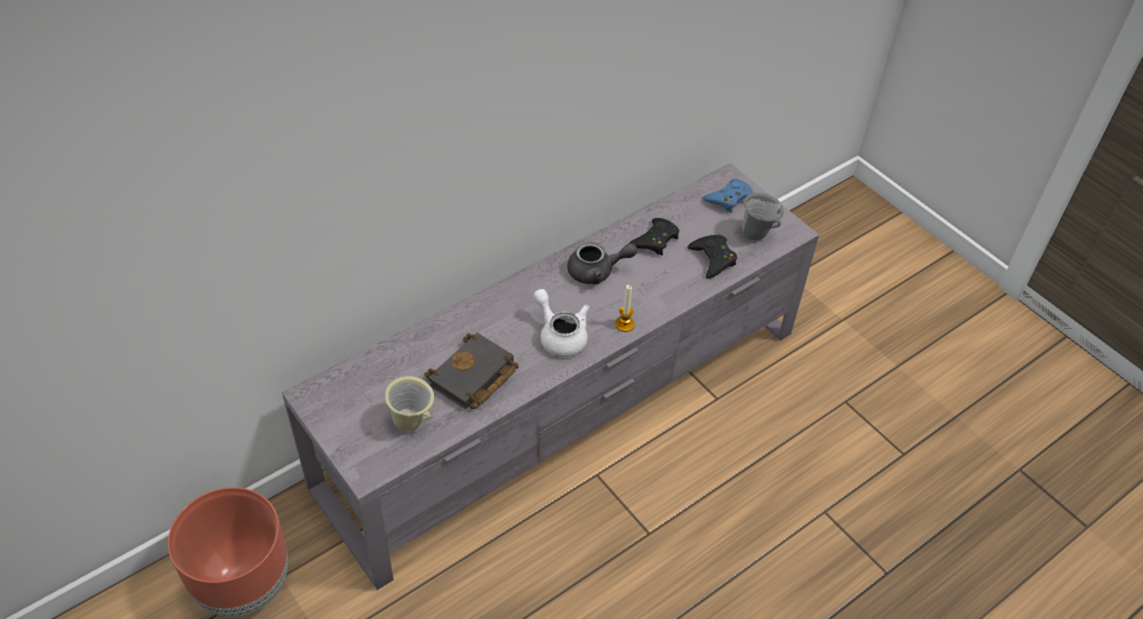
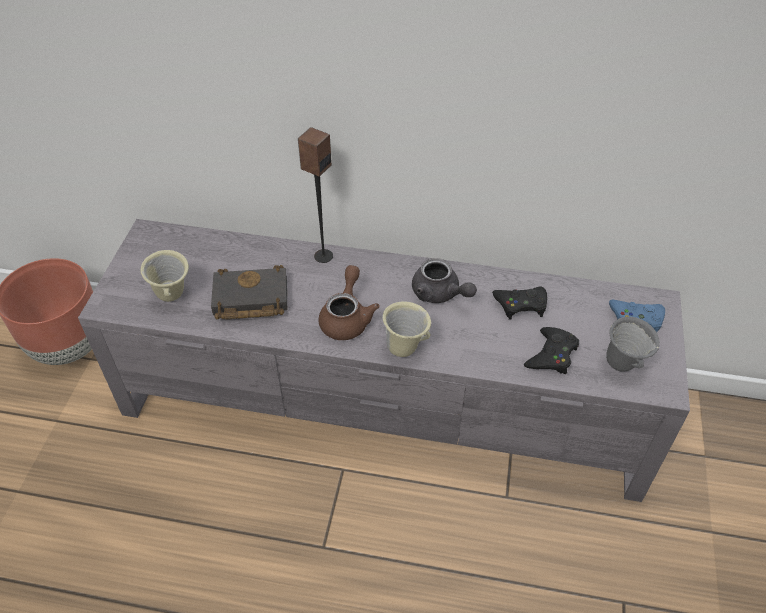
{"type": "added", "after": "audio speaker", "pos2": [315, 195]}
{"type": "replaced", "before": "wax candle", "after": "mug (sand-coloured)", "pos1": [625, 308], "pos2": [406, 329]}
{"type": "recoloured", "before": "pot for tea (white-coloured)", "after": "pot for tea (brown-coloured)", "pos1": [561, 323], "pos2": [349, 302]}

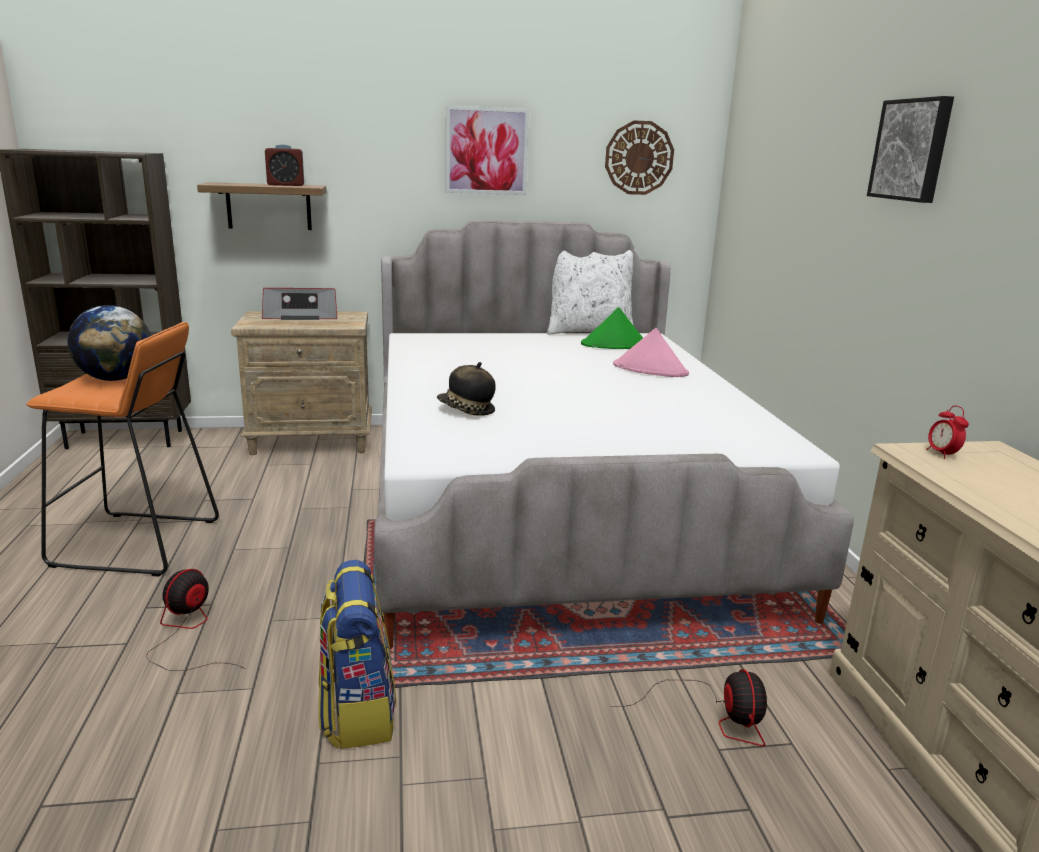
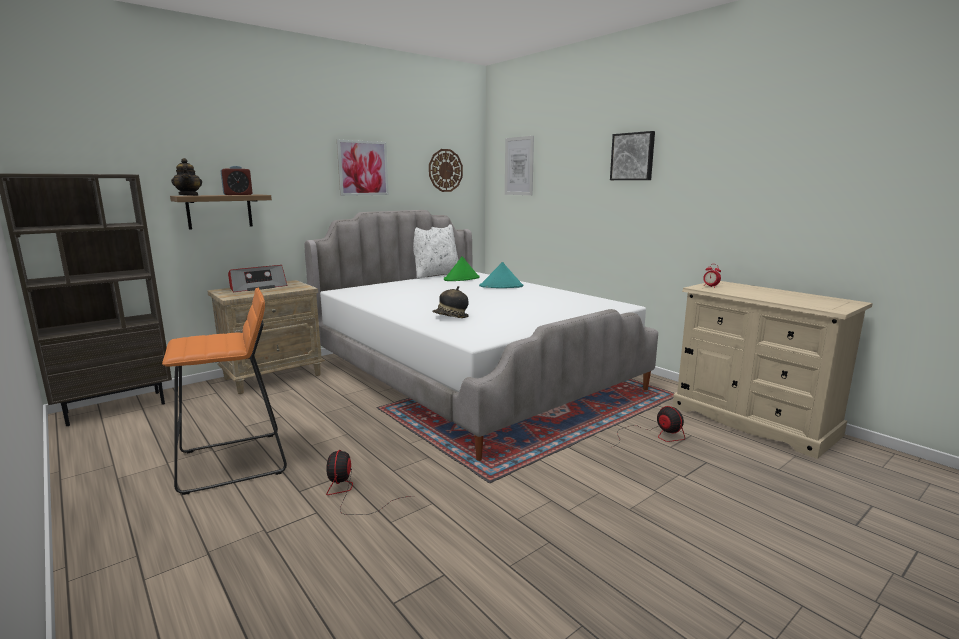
{"type": "removed", "before": "desk globe", "pos1": [109, 343]}
{"type": "removed", "before": "knapsack", "pos1": [358, 654]}
{"type": "added", "after": "pot for tea", "pos2": [186, 177]}
{"type": "added", "after": "wall picture", "pos2": [519, 165]}
{"type": "recoloured", "before": "clothing hat (pinkish)", "after": "clothing hat (turquoise-coloured)", "pos1": [651, 352], "pos2": [501, 275]}

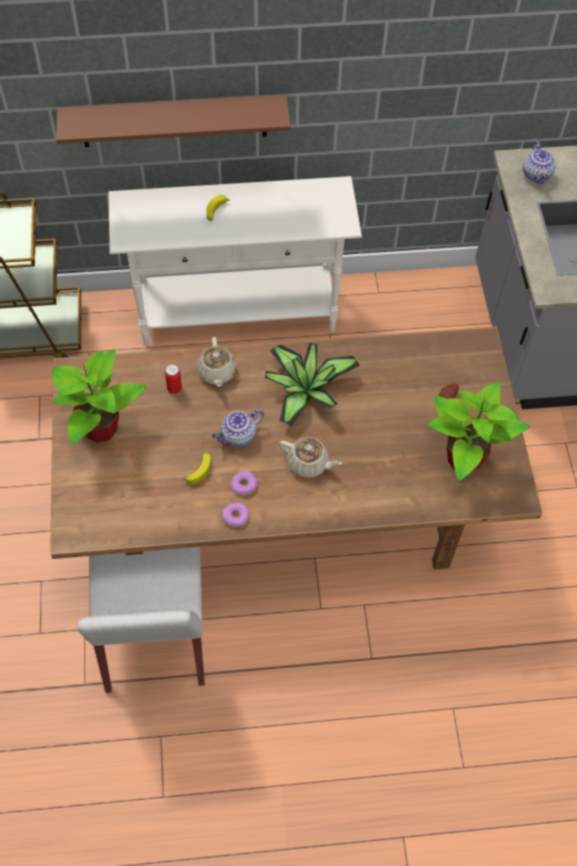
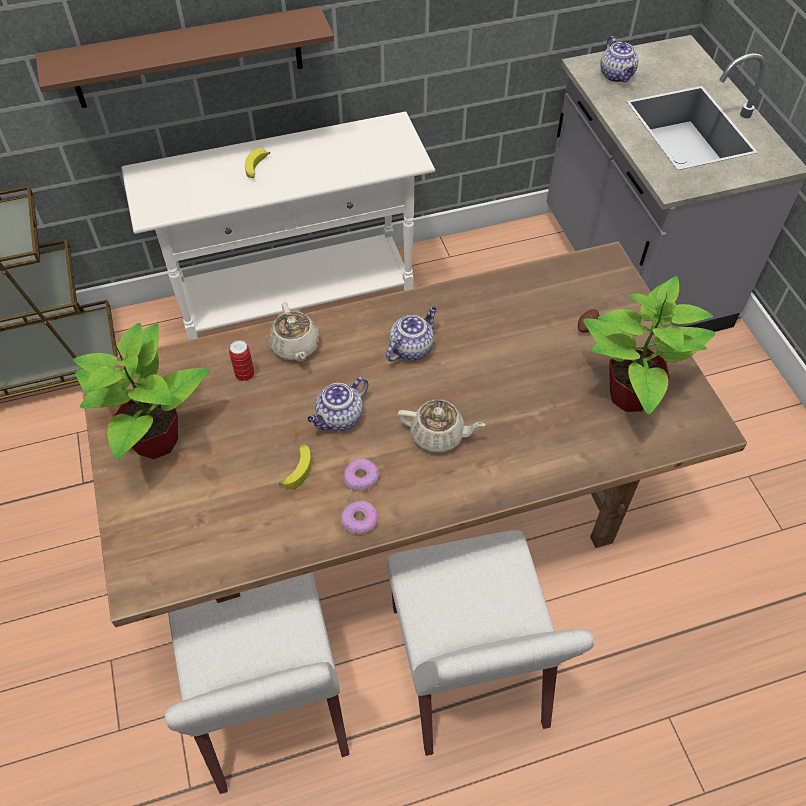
{"type": "added", "after": "chair (white-coloured)", "pos2": [490, 643]}
{"type": "replaced", "before": "plant in a pot", "after": "pot for tea", "pos1": [312, 385], "pos2": [411, 334]}

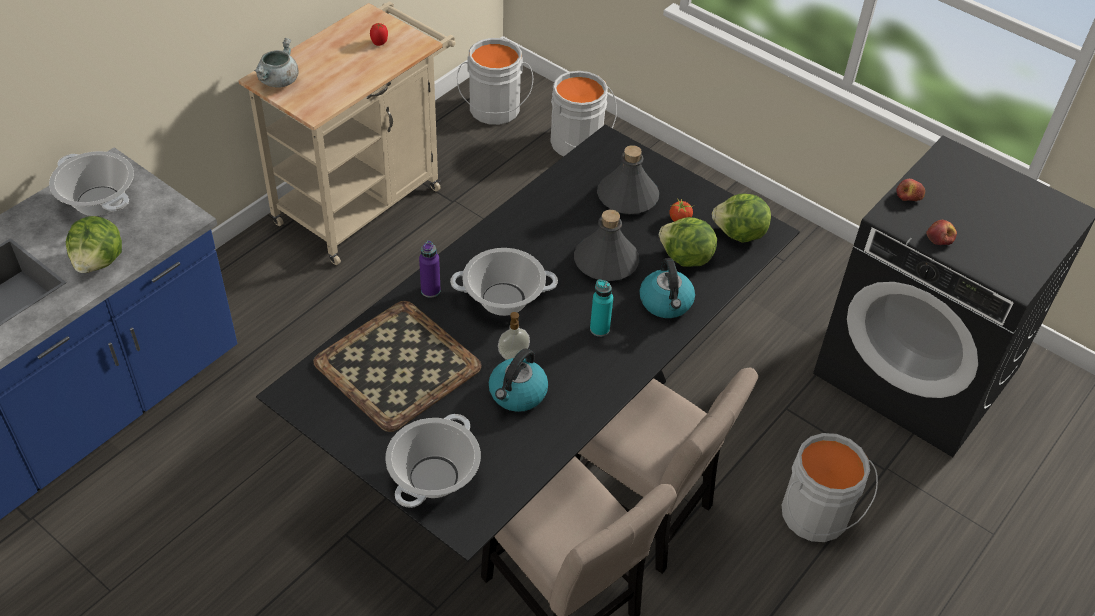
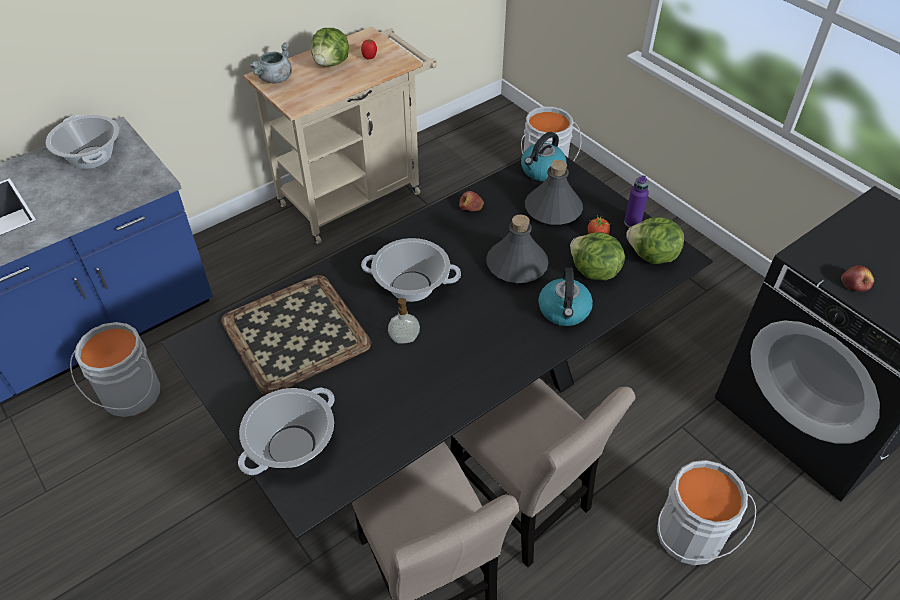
{"type": "removed", "before": "bottle (turquoise-coloured)", "pos1": [601, 308]}
{"type": "moved", "before": "lettuce", "pos1": [94, 244], "pos2": [330, 47]}
{"type": "moved", "before": "bottle (purplish)", "pos1": [430, 269], "pos2": [636, 201]}
{"type": "moved", "before": "water bucket (gray)", "pos1": [495, 81], "pos2": [115, 369]}
{"type": "moved", "before": "water kettle", "pos1": [518, 380], "pos2": [543, 156]}
{"type": "moved", "before": "apple fruit", "pos1": [910, 190], "pos2": [471, 201]}

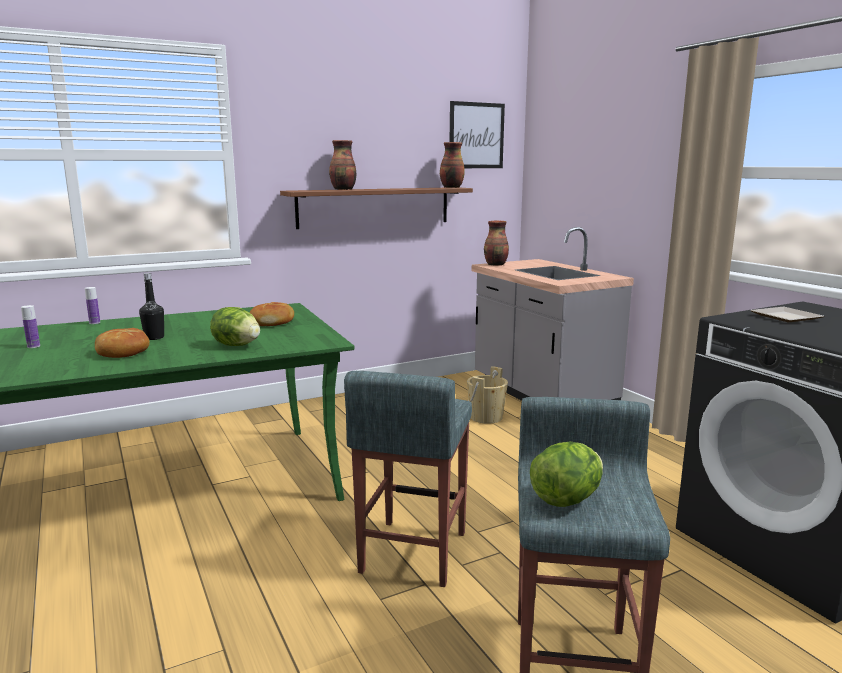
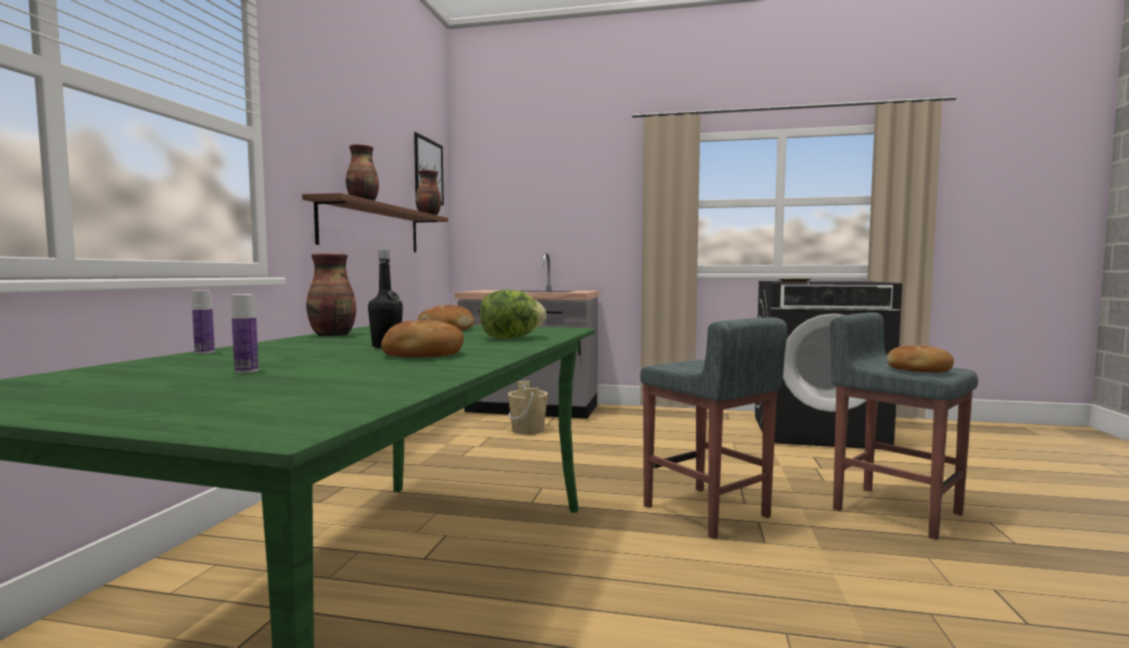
{"type": "moved", "before": "decorative vase", "pos1": [496, 243], "pos2": [331, 295]}
{"type": "replaced", "before": "lettuce", "after": "baked bread", "pos1": [566, 474], "pos2": [920, 358]}

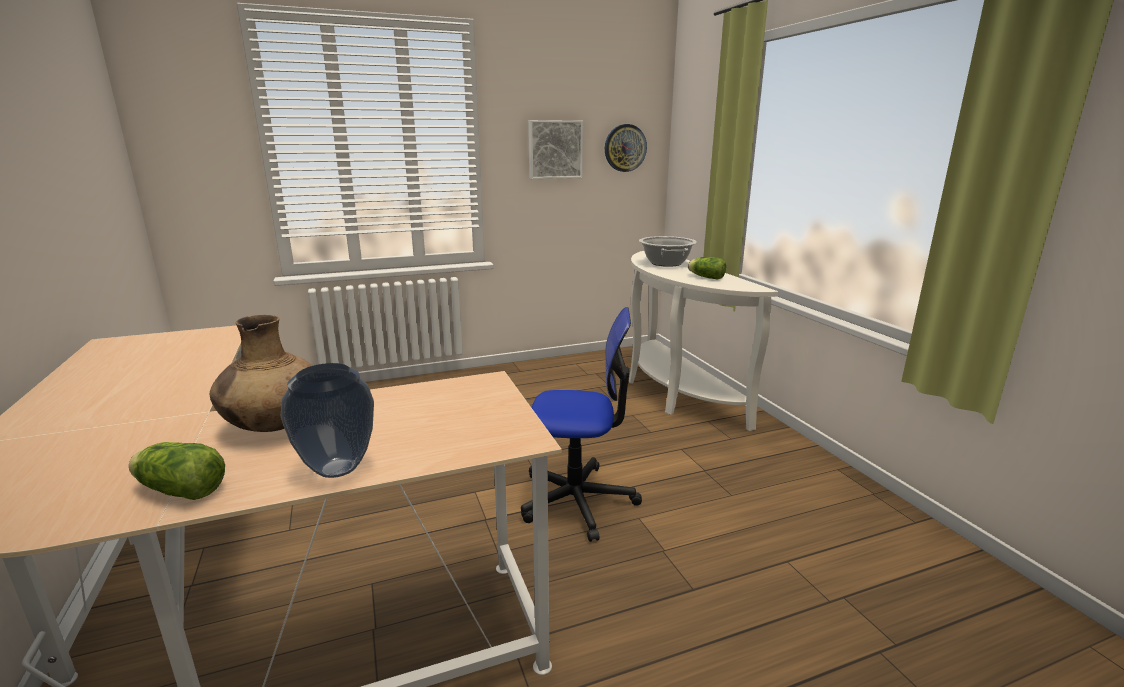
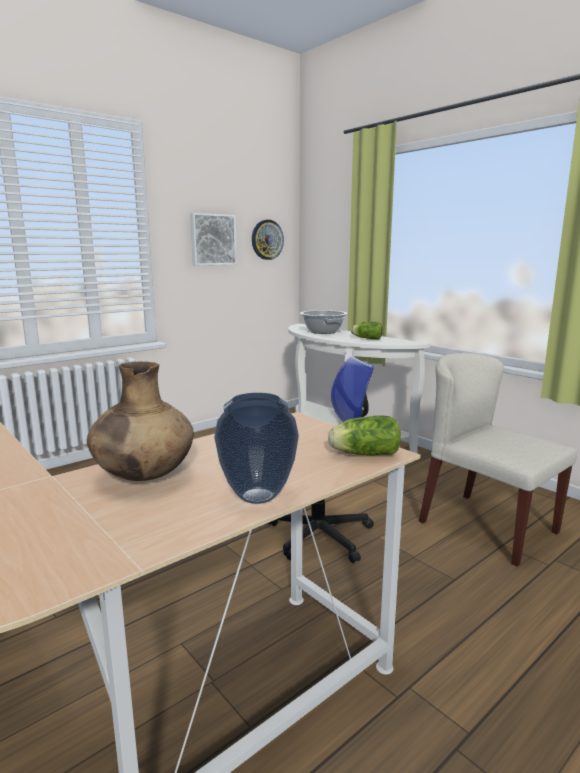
{"type": "added", "after": "chair (sand-coloured)", "pos2": [498, 460]}
{"type": "moved", "before": "lettuce", "pos1": [177, 471], "pos2": [364, 435]}

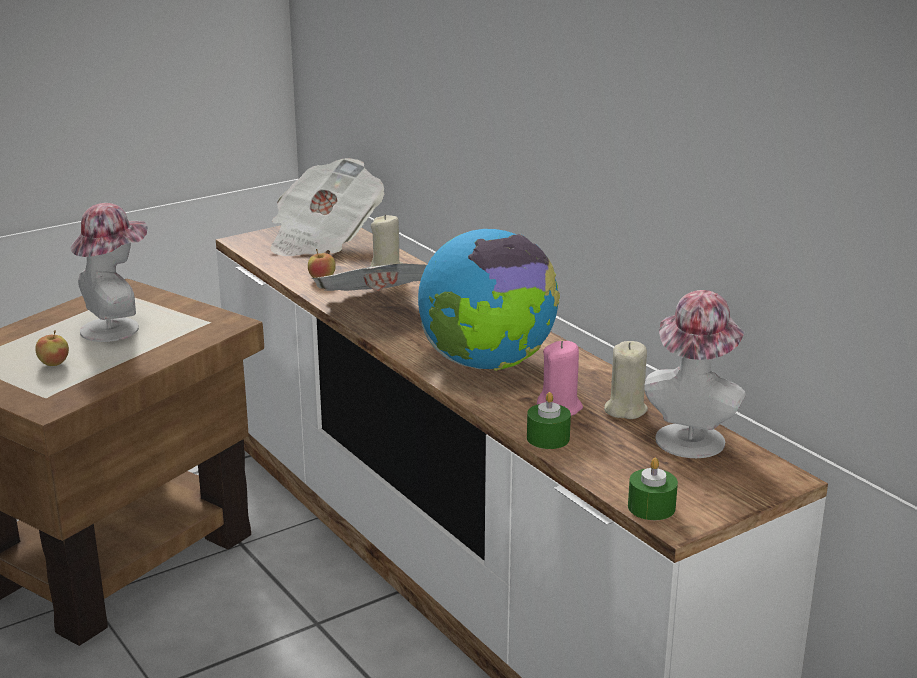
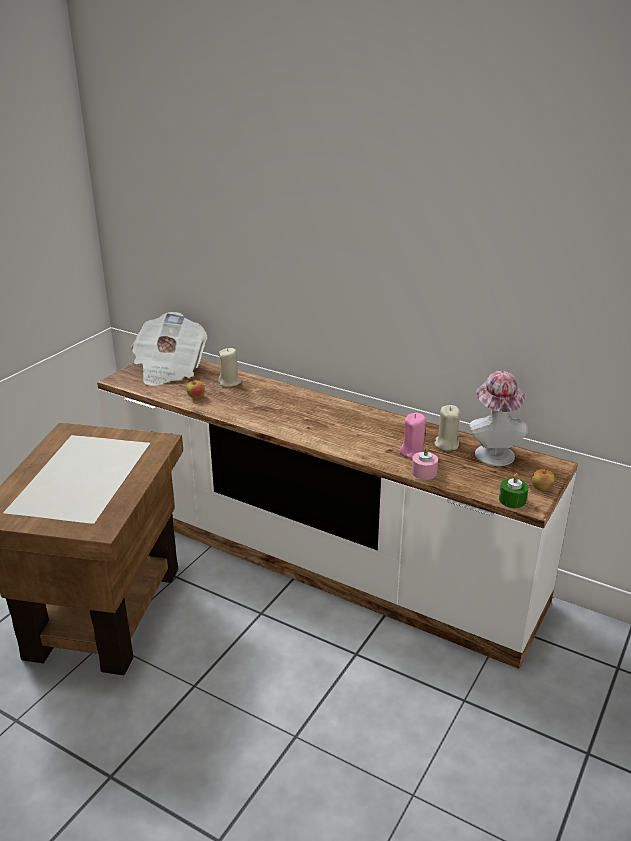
{"type": "removed", "before": "clothing hat", "pos1": [109, 272]}
{"type": "removed", "before": "printed paper", "pos1": [369, 277]}
{"type": "removed", "before": "desk globe", "pos1": [489, 300]}
{"type": "moved", "before": "apple fruit", "pos1": [52, 348], "pos2": [543, 479]}
{"type": "recoloured", "before": "wax candle (green)", "after": "wax candle (pinkish)", "pos1": [549, 420], "pos2": [424, 463]}

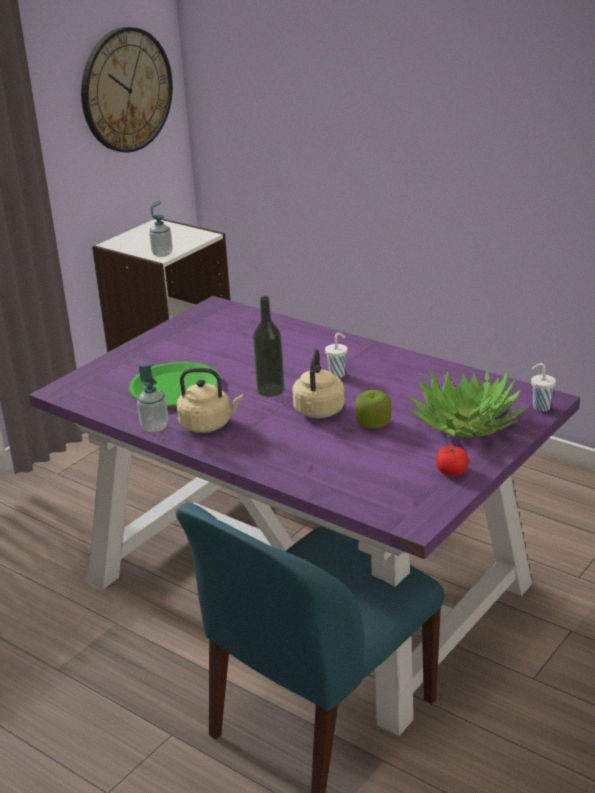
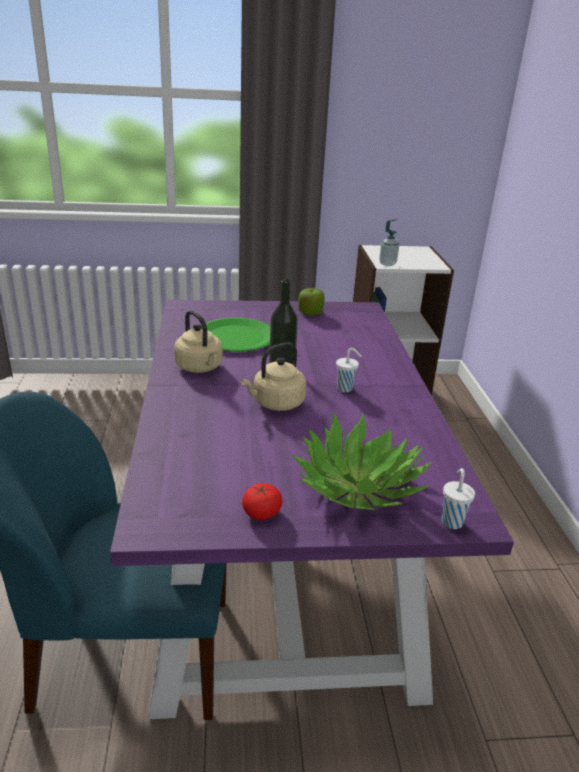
{"type": "removed", "before": "hanging clock", "pos1": [127, 90]}
{"type": "removed", "before": "soap dispenser", "pos1": [152, 397]}
{"type": "moved", "before": "apple fruit", "pos1": [373, 409], "pos2": [311, 302]}

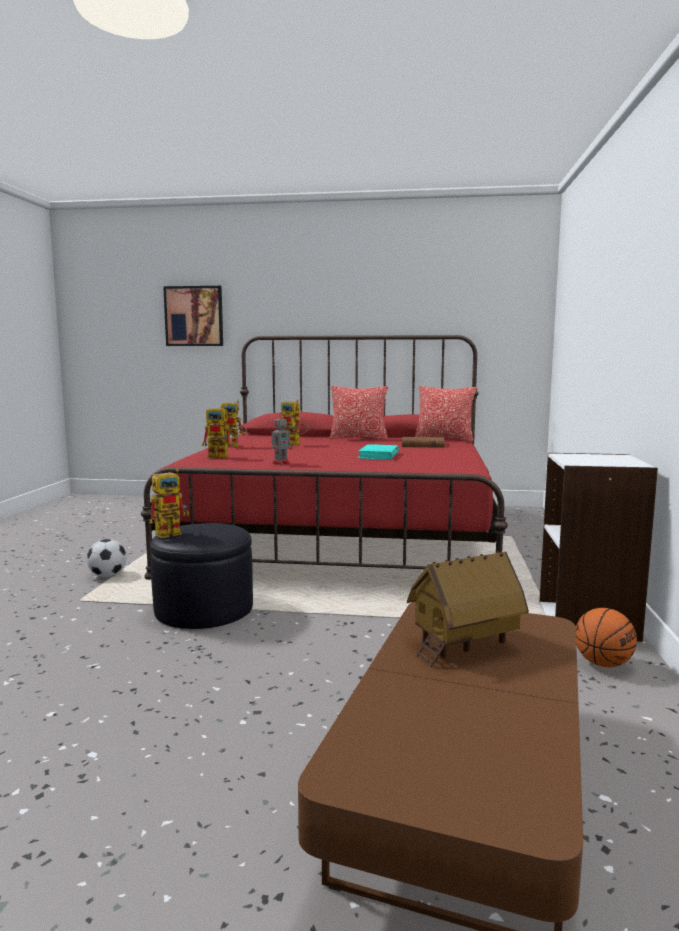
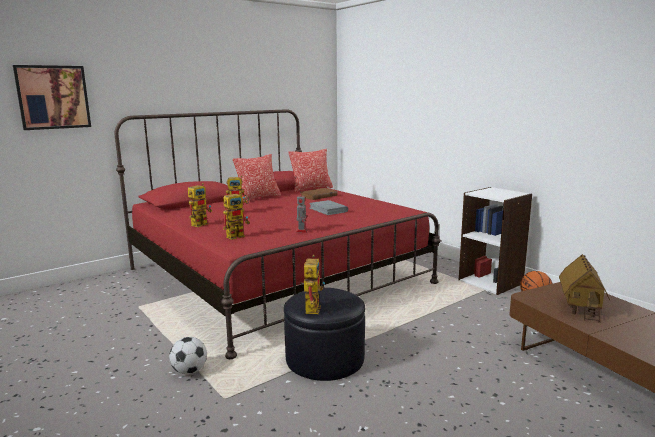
{"type": "recoloured", "before": "volume (turquoise-coloured)", "after": "volume (gray)", "pos1": [378, 452], "pos2": [329, 207]}

